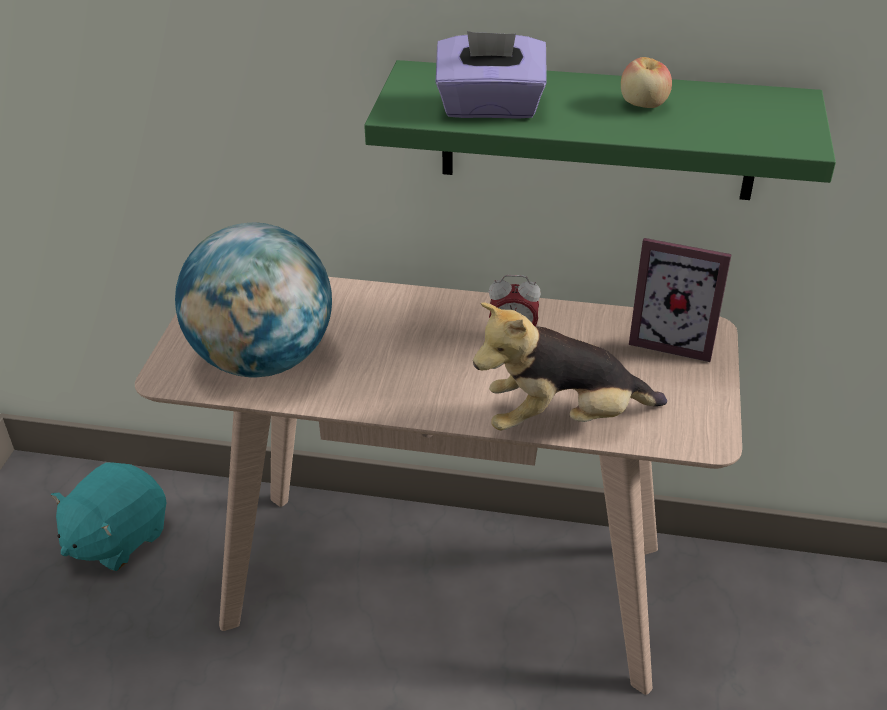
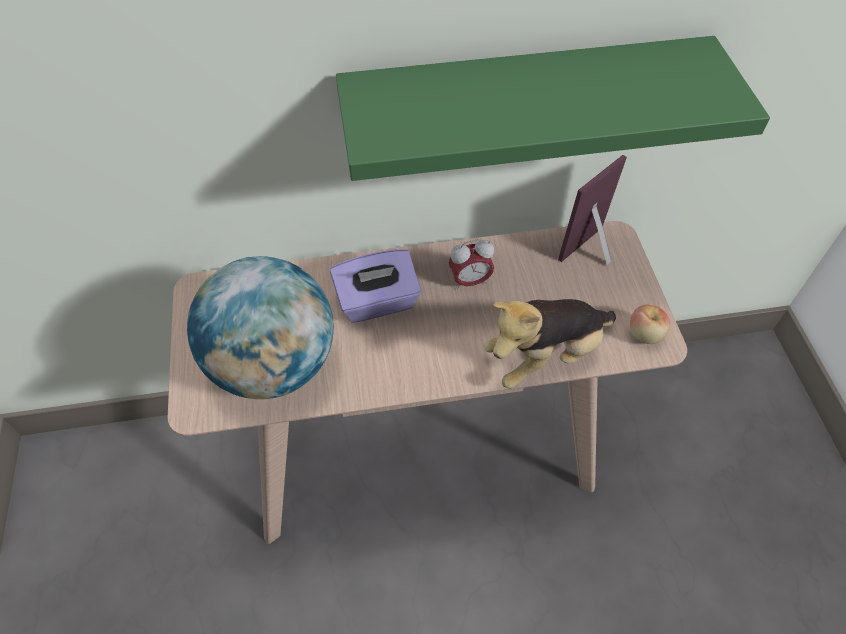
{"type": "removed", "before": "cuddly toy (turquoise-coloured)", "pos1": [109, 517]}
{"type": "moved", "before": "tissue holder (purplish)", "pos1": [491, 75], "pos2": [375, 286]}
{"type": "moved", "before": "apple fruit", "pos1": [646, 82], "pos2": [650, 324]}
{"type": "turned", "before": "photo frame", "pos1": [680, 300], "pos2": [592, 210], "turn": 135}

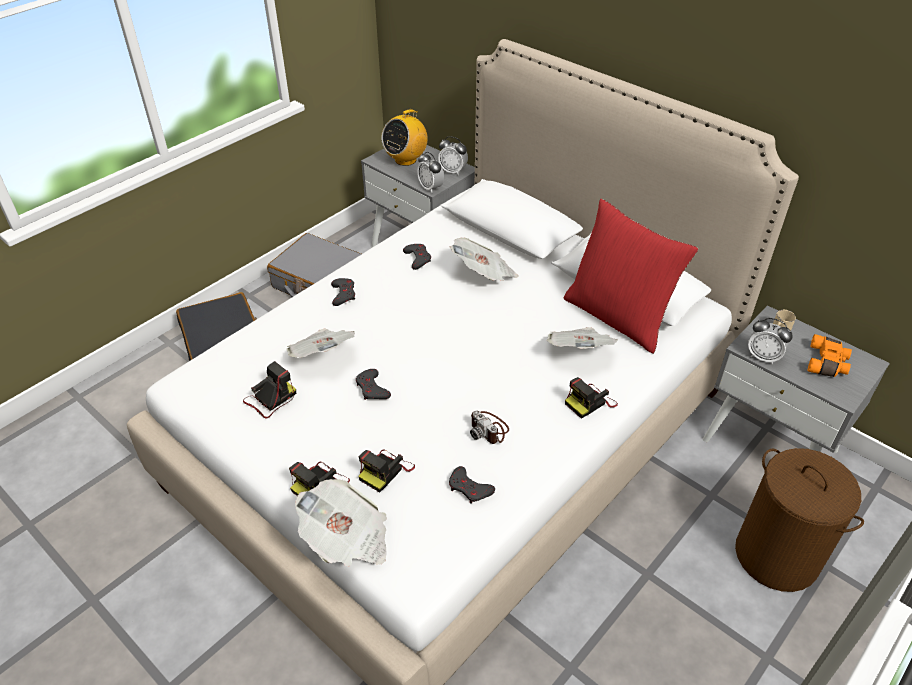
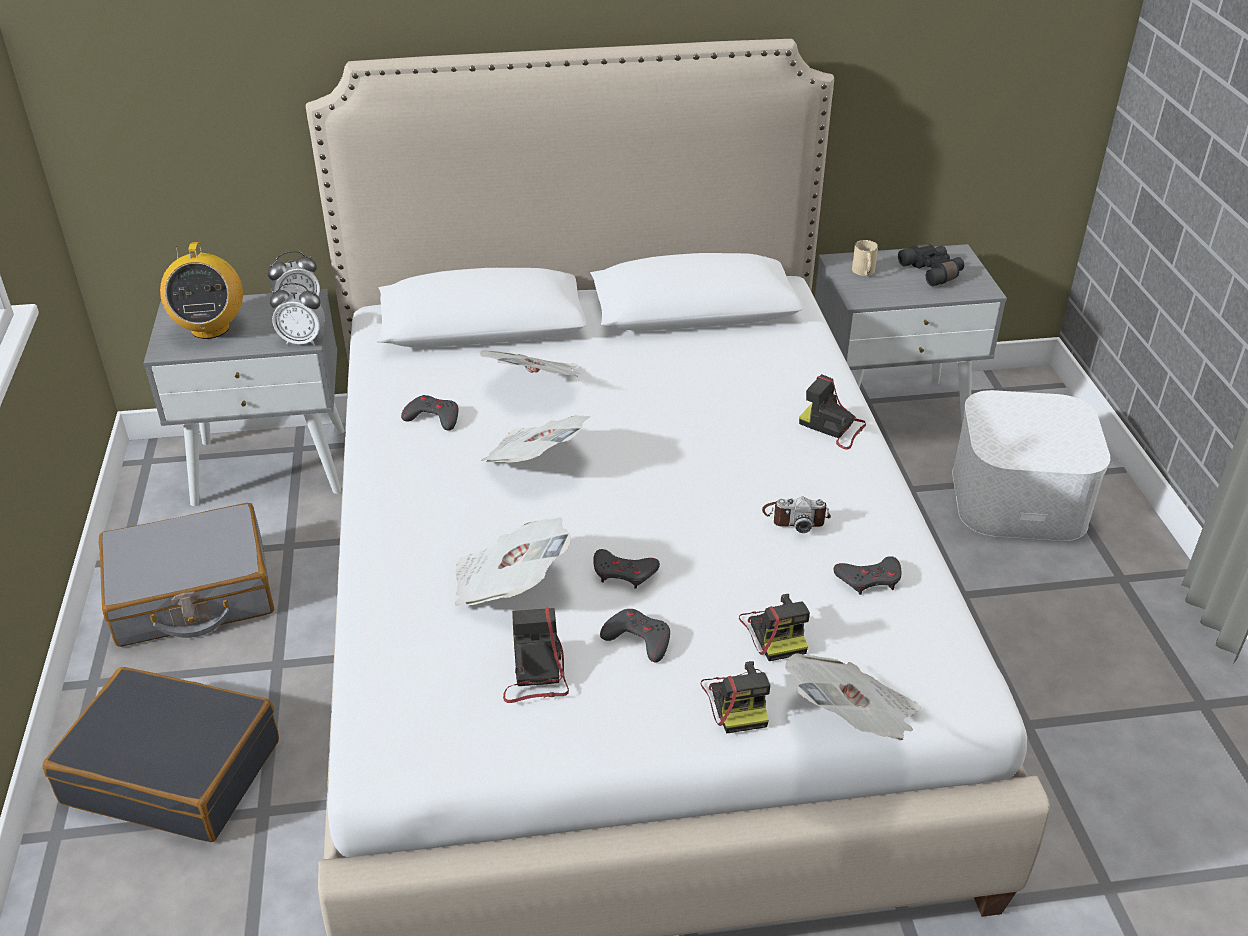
{"type": "removed", "before": "pillow (reddish)", "pos1": [631, 276]}
{"type": "removed", "before": "alarm clock", "pos1": [770, 341]}
{"type": "moved", "before": "joypad (gray)", "pos1": [343, 292], "pos2": [635, 635]}
{"type": "moved", "before": "printed paper", "pos1": [582, 338], "pos2": [535, 439]}
{"type": "replaced", "before": "hamper (brown-coloured)", "after": "storage bin (white-coloured)", "pos1": [799, 520], "pos2": [1031, 465]}
{"type": "recoloured", "before": "field glasses (orange-coloured)", "after": "field glasses (black)", "pos1": [830, 355], "pos2": [931, 265]}
{"type": "turned", "before": "still camera", "pos1": [591, 398], "pos2": [832, 412], "turn": 120}

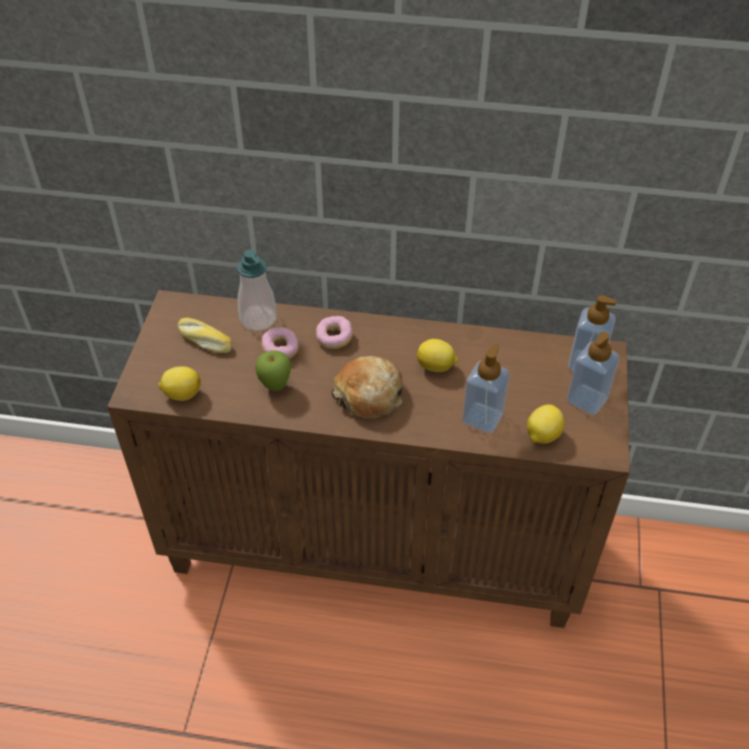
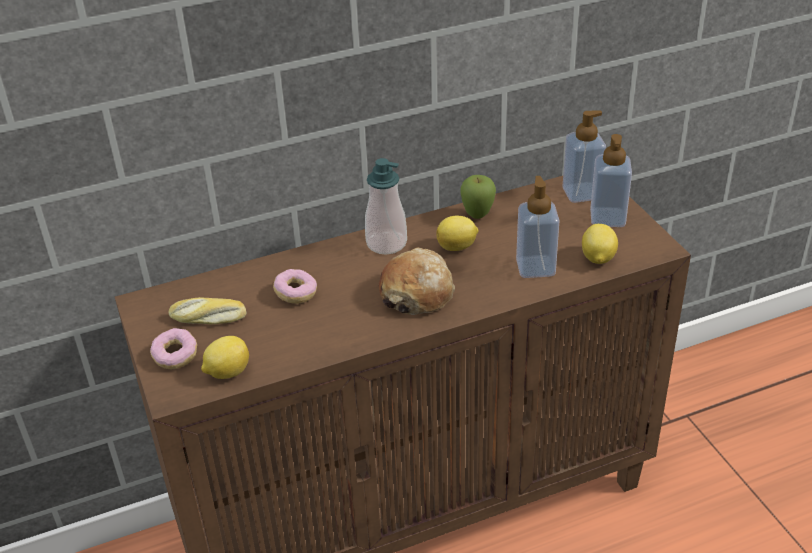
{"type": "moved", "before": "soap dispenser", "pos1": [257, 290], "pos2": [386, 206]}
{"type": "moved", "before": "apple fruit", "pos1": [273, 370], "pos2": [478, 197]}
{"type": "moved", "before": "doughnut", "pos1": [334, 332], "pos2": [173, 348]}

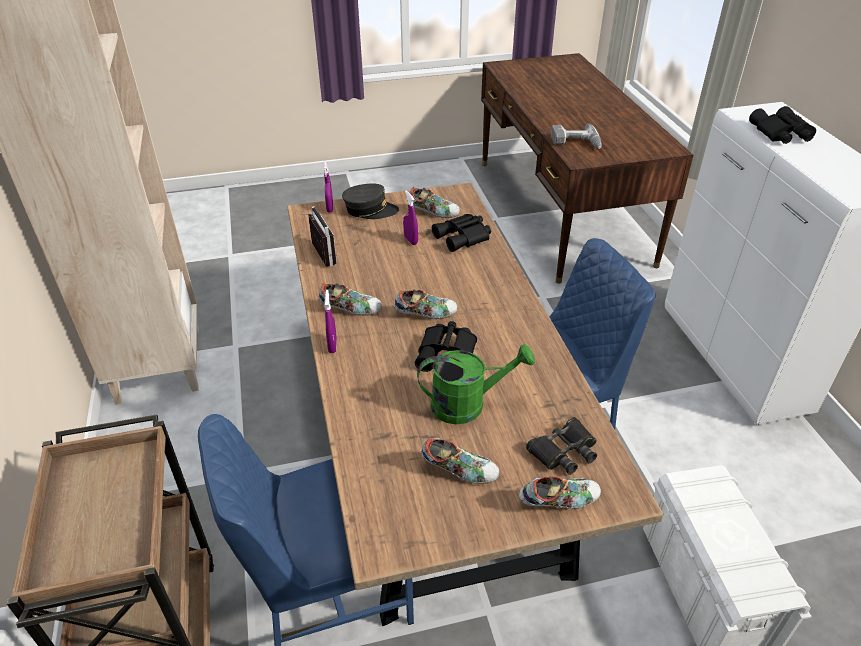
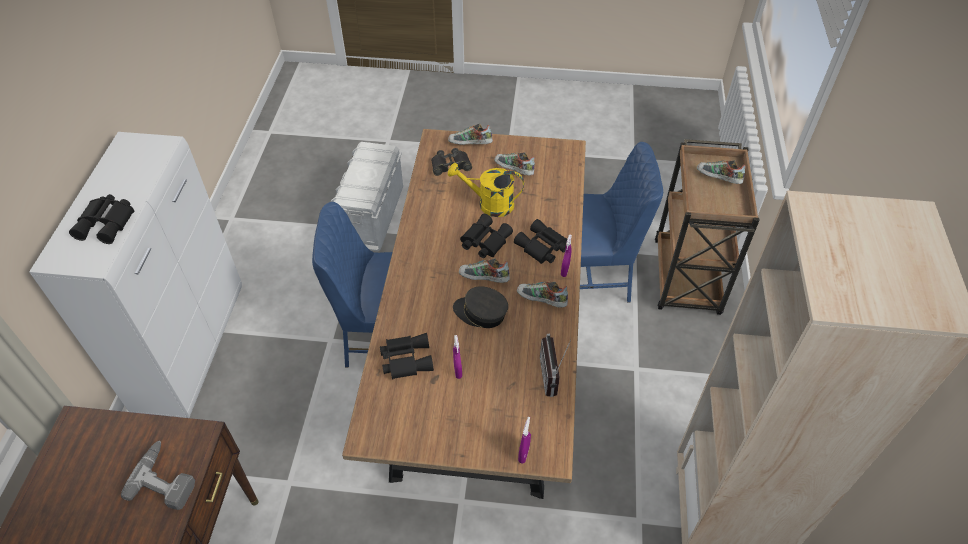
{"type": "added", "after": "field glasses (black)", "pos2": [540, 241]}
{"type": "moved", "before": "baseball cap (gray)", "pos1": [370, 201], "pos2": [480, 307]}
{"type": "moved", "before": "shoe", "pos1": [435, 202], "pos2": [721, 172]}
{"type": "recoloured", "before": "watering pot (green)", "after": "watering pot (yellowish)", "pos1": [476, 384], "pos2": [486, 190]}

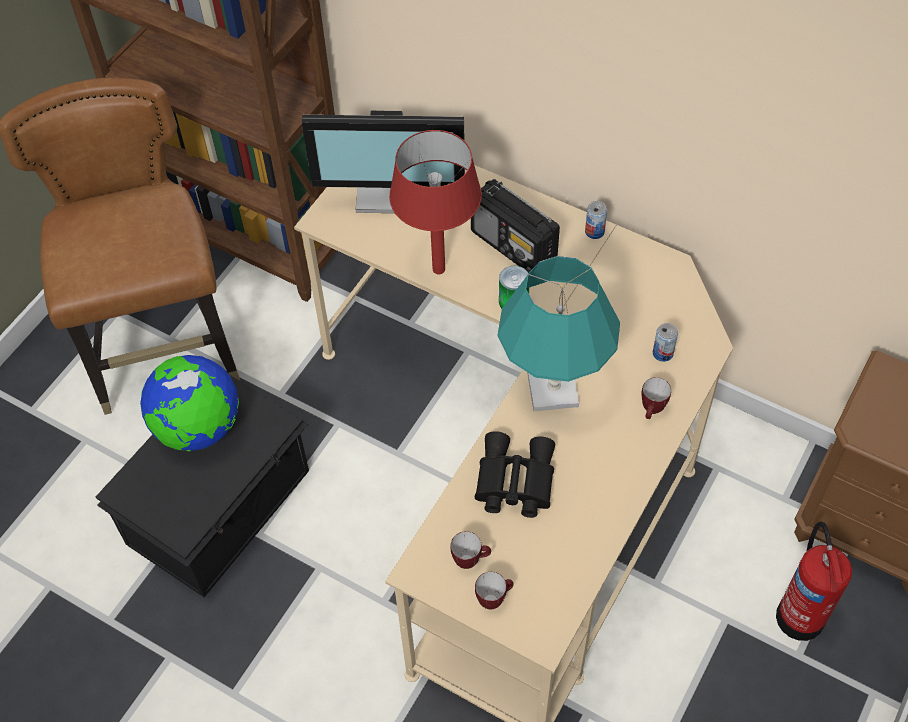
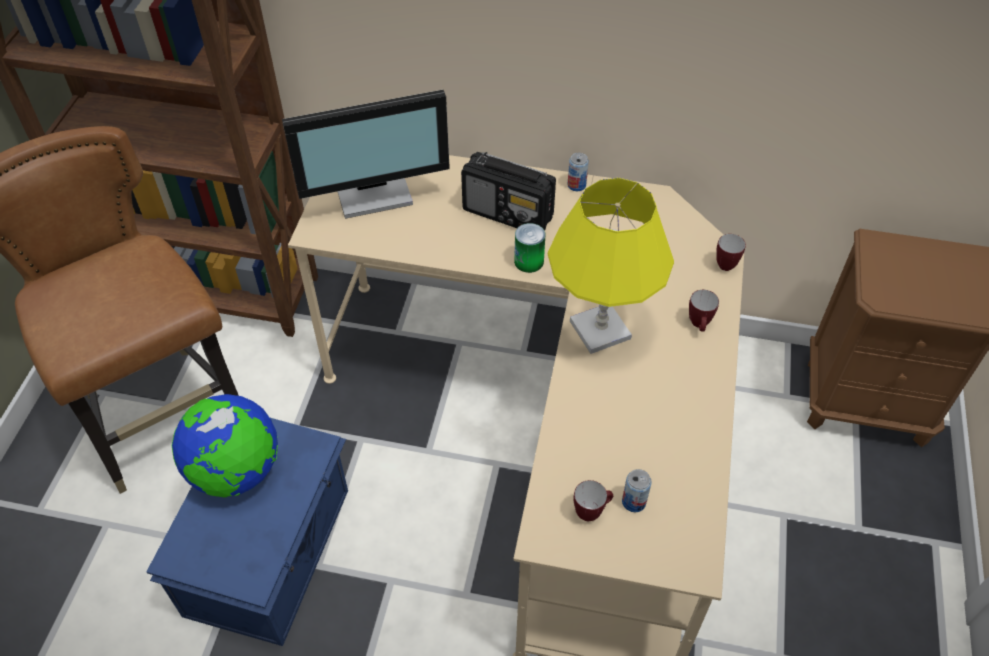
{"type": "removed", "before": "lamp for a table (reddish)", "pos1": [435, 202]}
{"type": "removed", "before": "field glasses (black)", "pos1": [515, 474]}
{"type": "removed", "before": "fire-fighting cylinder", "pos1": [814, 581]}
{"type": "moved", "before": "mug", "pos1": [494, 590], "pos2": [731, 252]}
{"type": "moved", "before": "metal can", "pos1": [665, 342], "pos2": [637, 490]}
{"type": "recoloured", "before": "storage bin (black)", "after": "storage bin (blue-coloured)", "pos1": [202, 485], "pos2": [247, 532]}
{"type": "recoloured", "before": "lamp for a table (turquoise-coloured)", "after": "lamp for a table (yellowish)", "pos1": [558, 333], "pos2": [611, 266]}

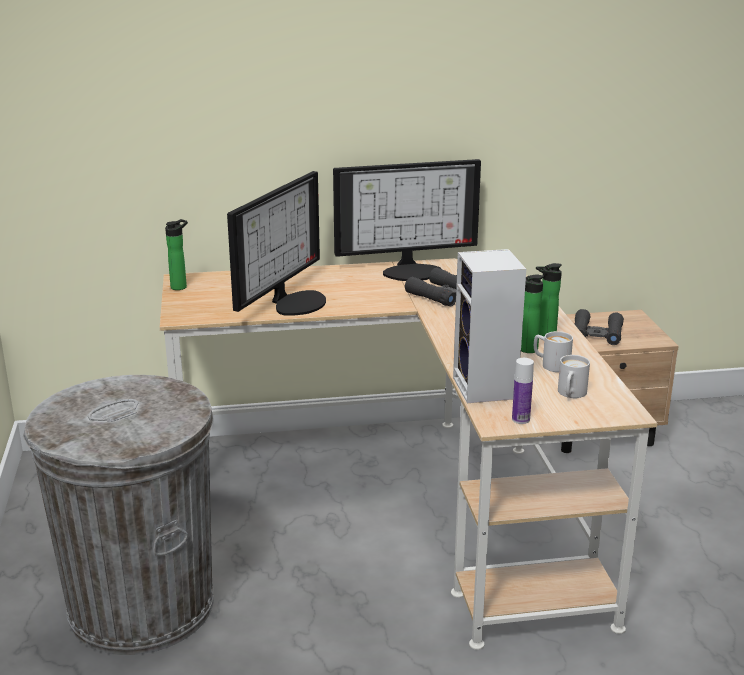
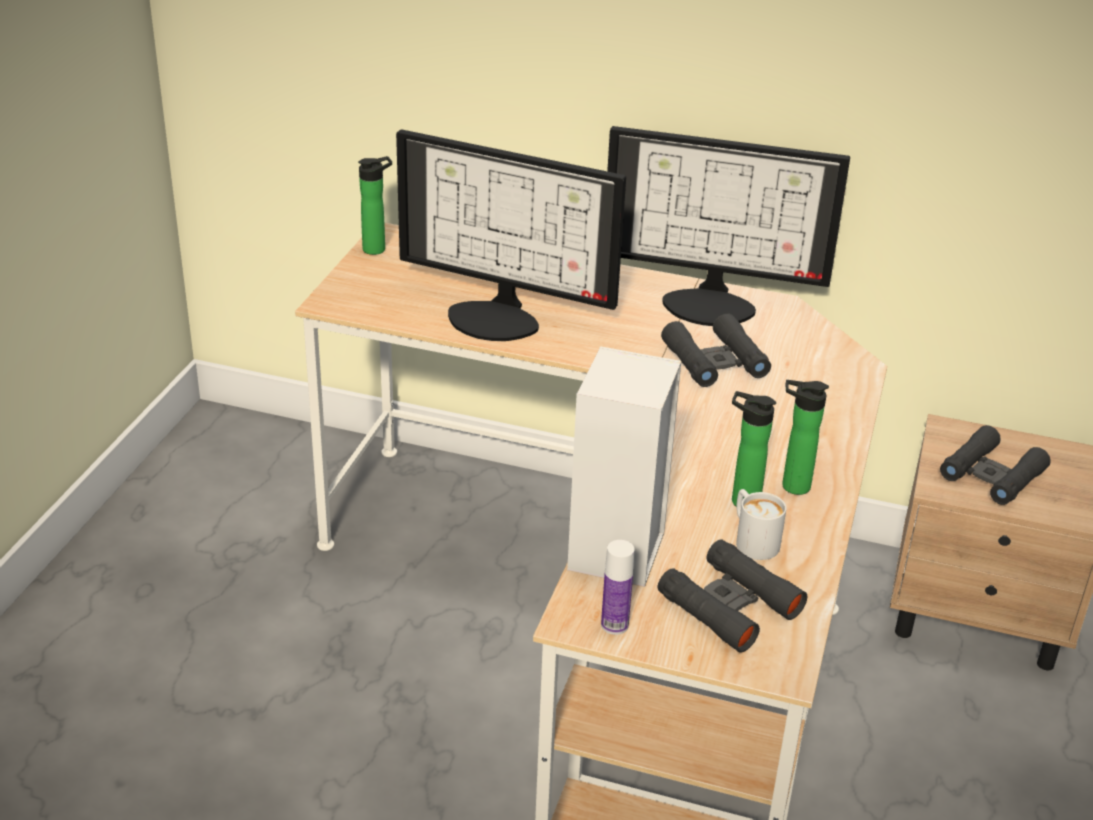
{"type": "removed", "before": "trash can (gray)", "pos1": [118, 515]}
{"type": "replaced", "before": "mug (white-coloured)", "after": "field glasses (black)", "pos1": [574, 376], "pos2": [732, 596]}
{"type": "turned", "before": "computer display", "pos1": [276, 243], "pos2": [511, 235], "turn": 60}

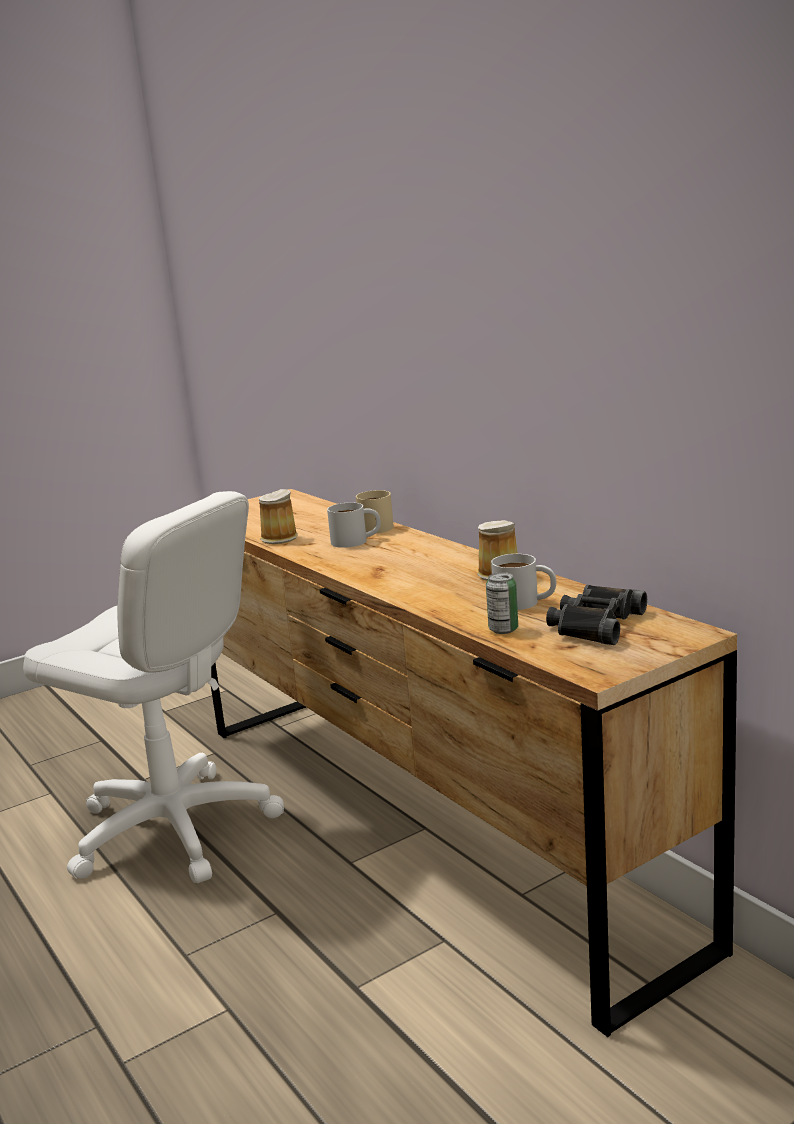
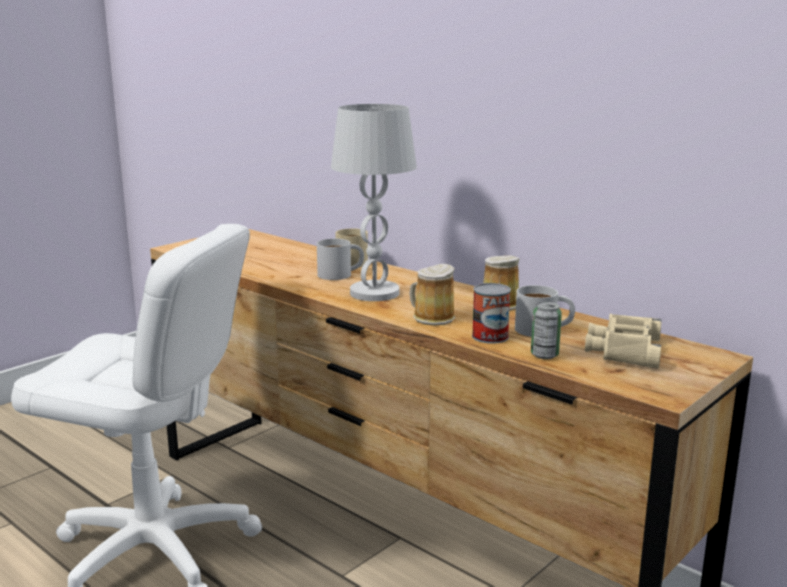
{"type": "added", "after": "lamp for a table (white-coloured)", "pos2": [374, 202]}
{"type": "added", "after": "metal can", "pos2": [491, 313]}
{"type": "moved", "before": "mug", "pos1": [278, 516], "pos2": [432, 295]}
{"type": "recoloured", "before": "field glasses (black)", "after": "field glasses (sand-coloured)", "pos1": [596, 615], "pos2": [623, 341]}

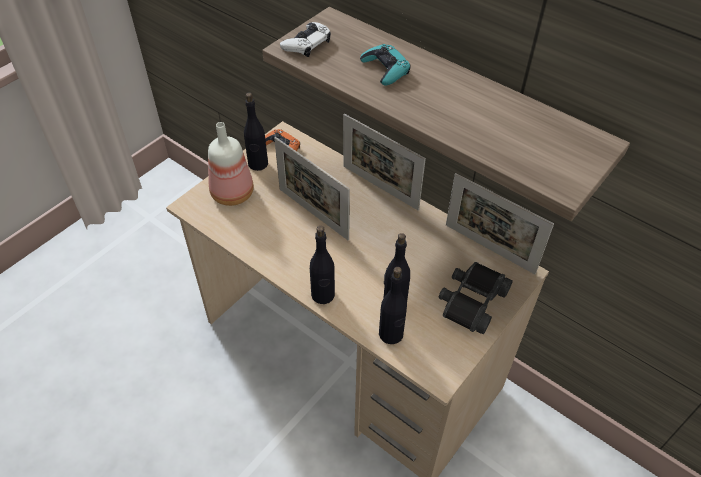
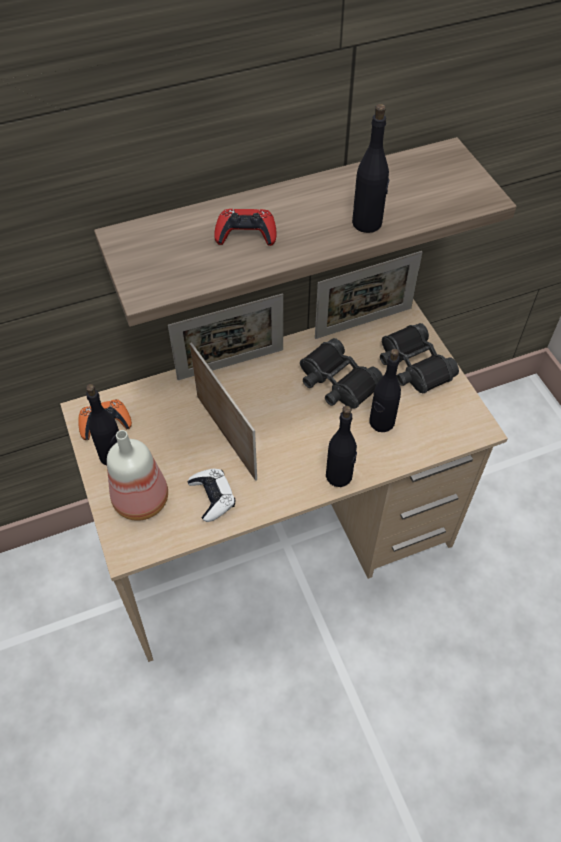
{"type": "added", "after": "field glasses (black)", "pos2": [341, 373]}
{"type": "moved", "before": "joypad (white-coloured)", "pos1": [305, 39], "pos2": [211, 495]}
{"type": "moved", "before": "bottle (black)", "pos1": [393, 305], "pos2": [370, 168]}
{"type": "recoloured", "before": "joypad (turquoise-coloured)", "after": "joypad (reddish)", "pos1": [385, 65], "pos2": [245, 227]}
{"type": "turned", "before": "photo frame", "pos1": [312, 188], "pos2": [223, 412], "turn": -105}

